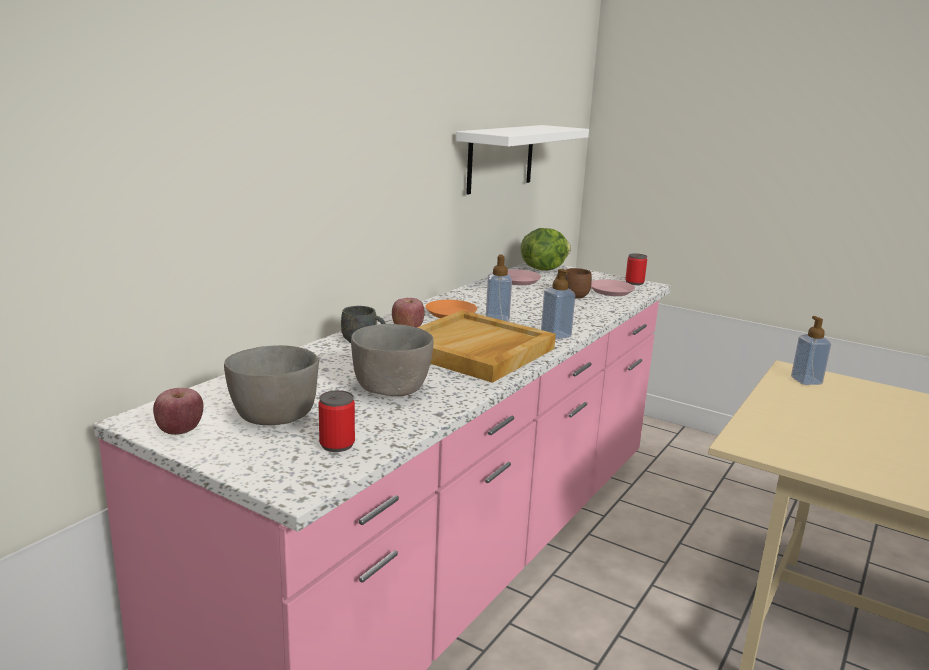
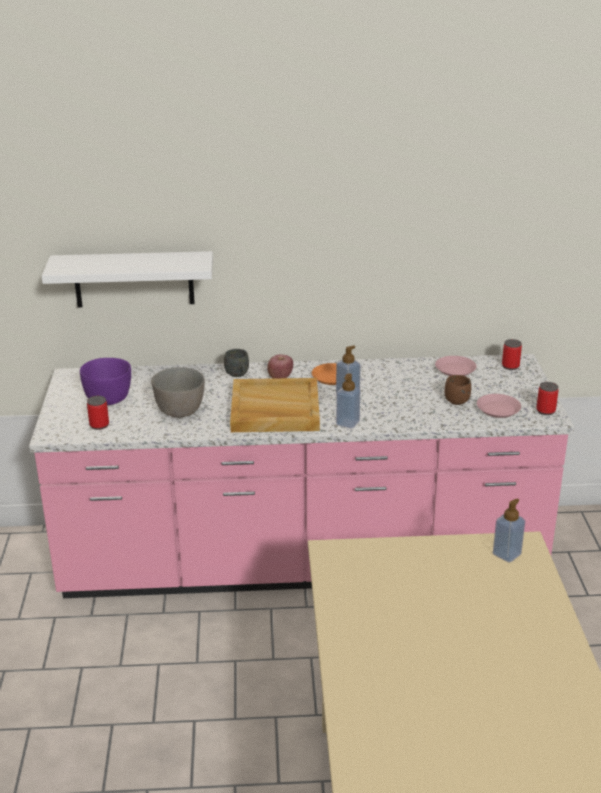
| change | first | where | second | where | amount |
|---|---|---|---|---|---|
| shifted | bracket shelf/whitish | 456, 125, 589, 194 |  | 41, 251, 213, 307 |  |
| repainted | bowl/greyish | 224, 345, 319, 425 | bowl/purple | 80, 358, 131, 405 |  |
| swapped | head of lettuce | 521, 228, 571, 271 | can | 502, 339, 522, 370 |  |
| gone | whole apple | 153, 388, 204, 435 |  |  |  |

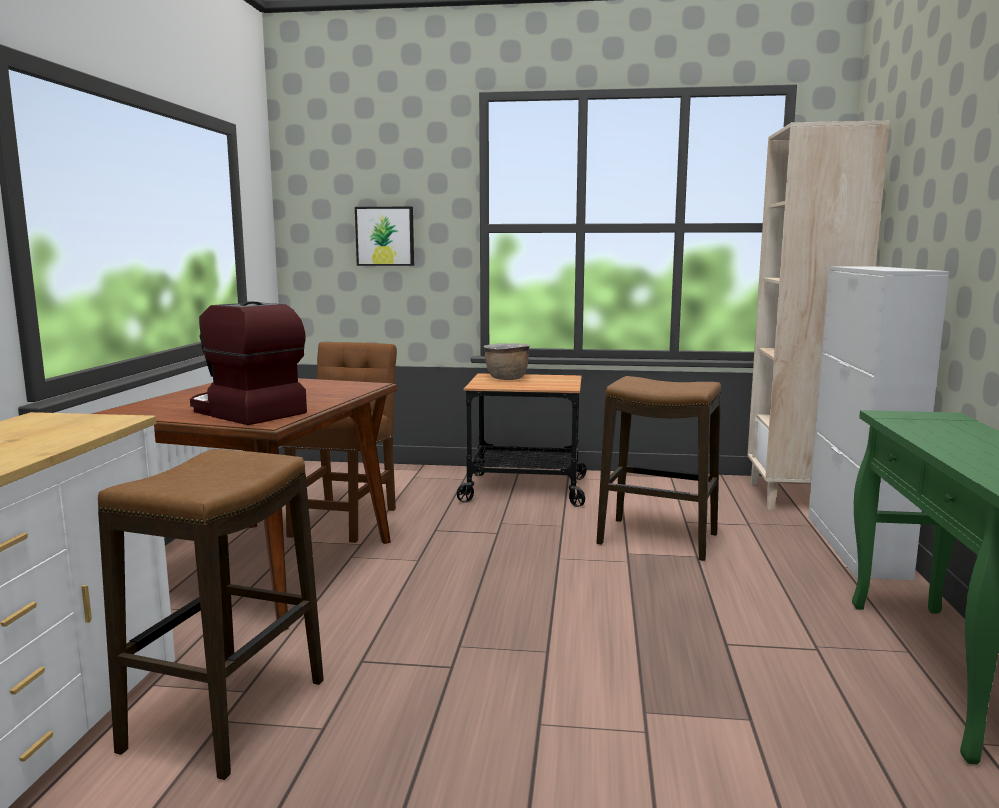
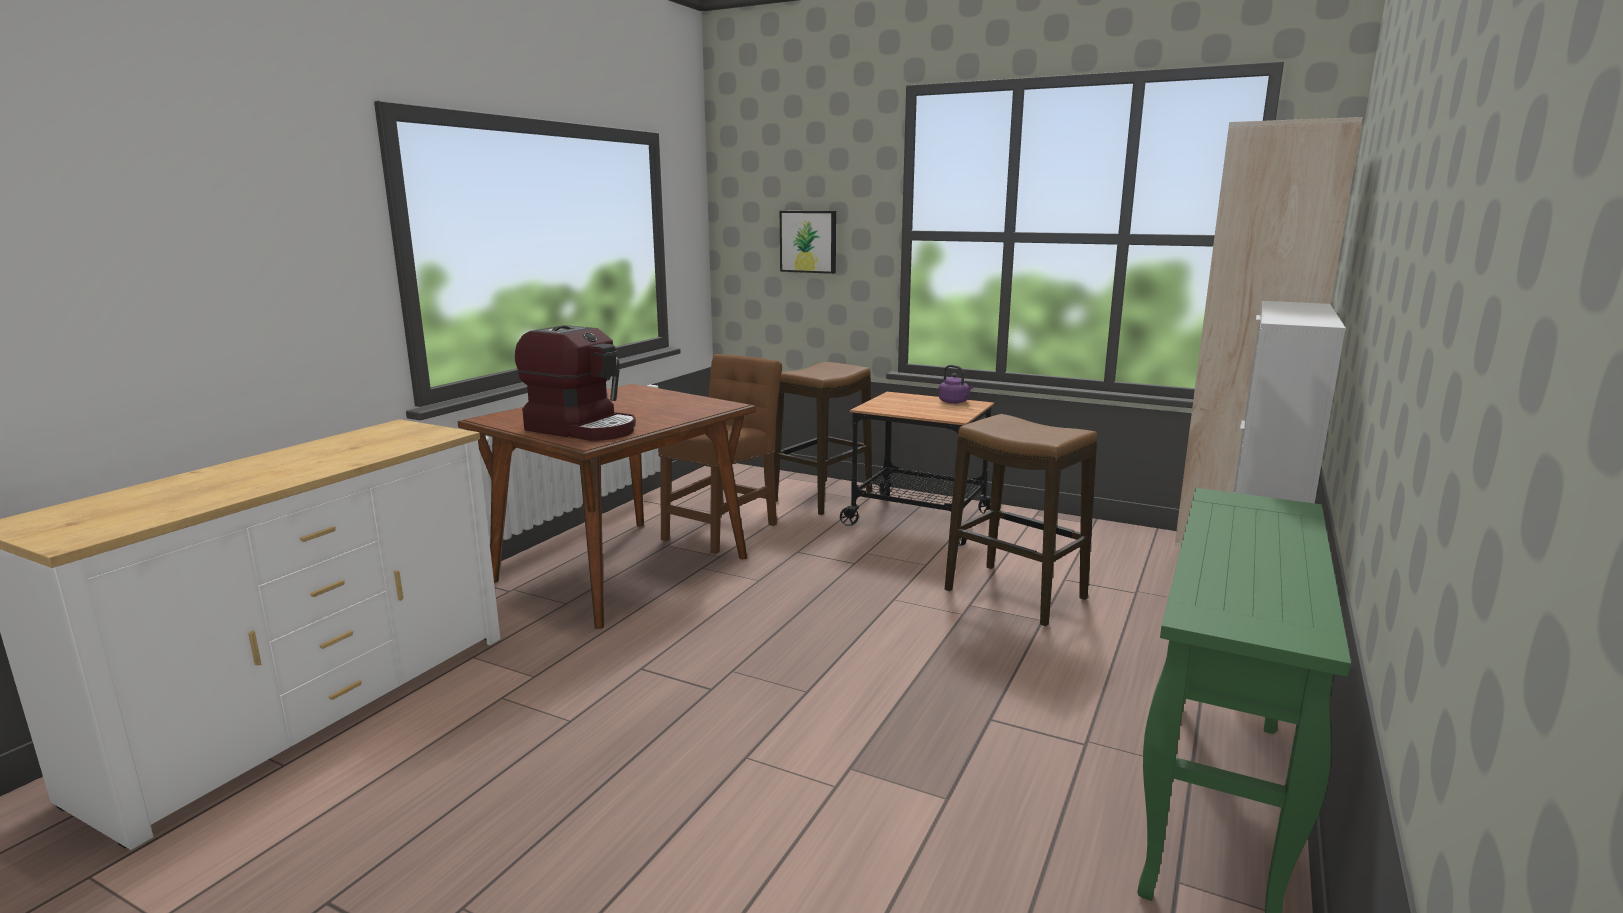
| change | first | where | second | where | amount |
|---|---|---|---|---|---|
| rotated | coffee brewer | 190, 301, 307, 425 |  | 515, 325, 636, 441 | 150 degrees clockwise |
| shifted | stool seat | 98, 449, 324, 780 |  | 774, 362, 872, 515 |  |
| new |  |  | water kettle/purple | 938, 365, 974, 404 |  |
| gone | cooking pot/brownish | 483, 343, 530, 380 |  |  |  |

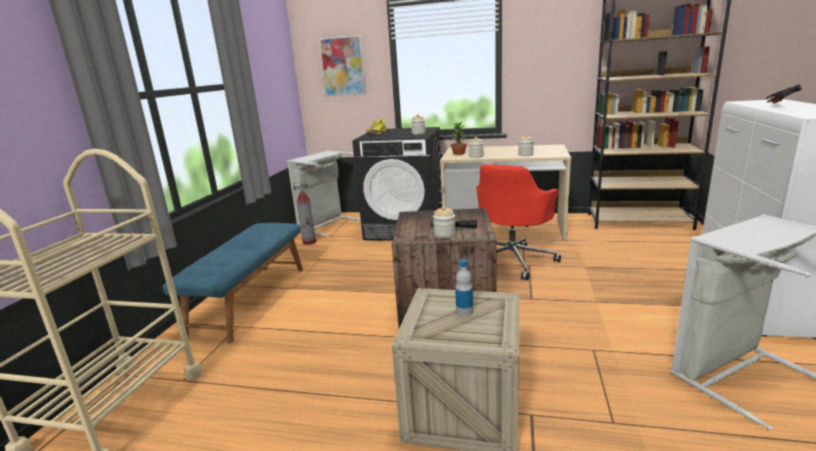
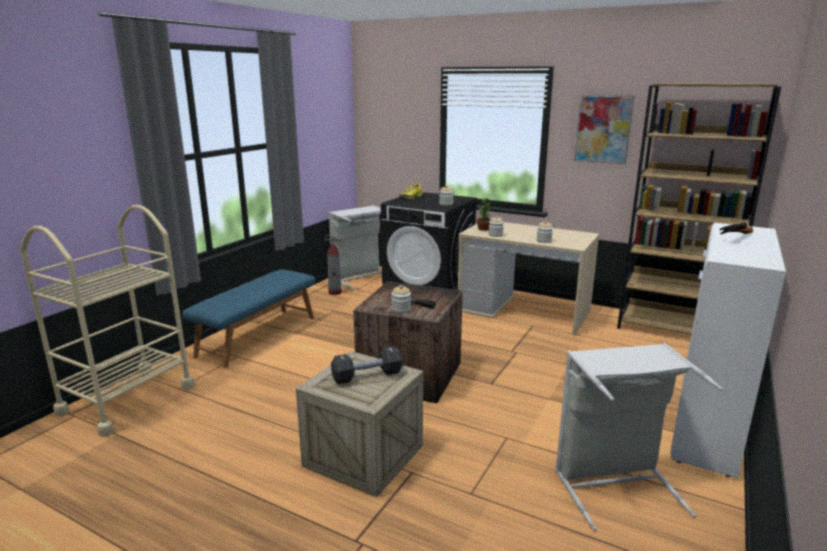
| change | first | where | second | where | amount |
|---|---|---|---|---|---|
| swapped | drink bottle | 455, 259, 473, 316 | free weight/black-coloured | 331, 346, 403, 384 |  |
| shifted | wall picture | 318, 35, 366, 96 |  | 574, 95, 635, 164 |  |
| gone | computer chair/red | 476, 164, 561, 281 |  |  |  |

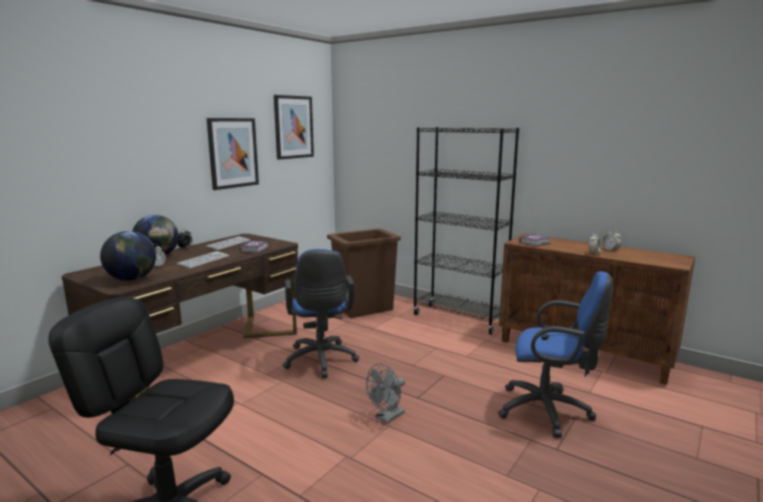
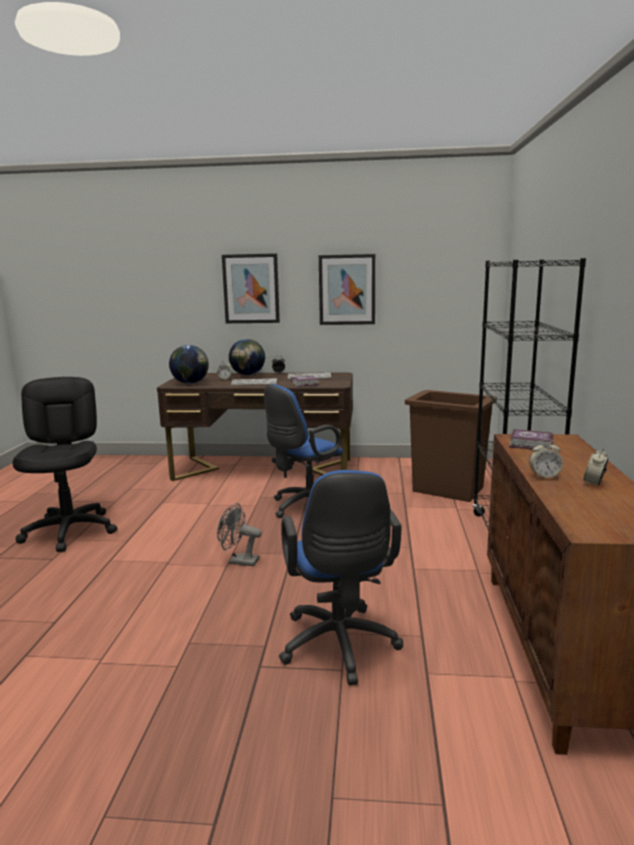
| change | first | where | second | where | amount |
|---|---|---|---|---|---|
| shifted | wall picture | 274, 95, 314, 160 |  | 222, 253, 280, 323 |  |

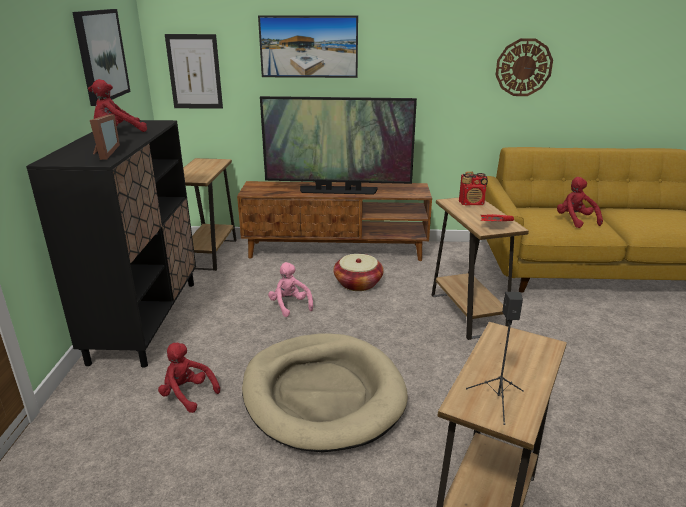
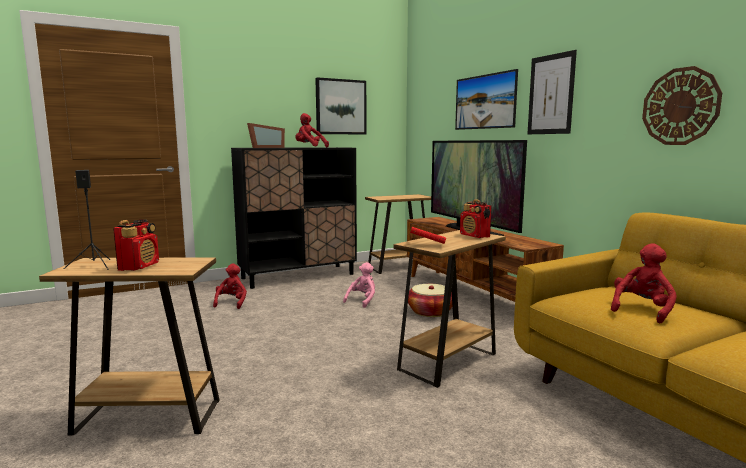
| change | first | where | second | where | amount |
|---|---|---|---|---|---|
| new |  |  | radio | 113, 220, 159, 271 |  |
| shifted | wall picture | 165, 34, 223, 109 |  | 527, 50, 577, 134 |  |
| gone | dog bed/sand-coloured | 242, 333, 408, 452 |  |  |  |

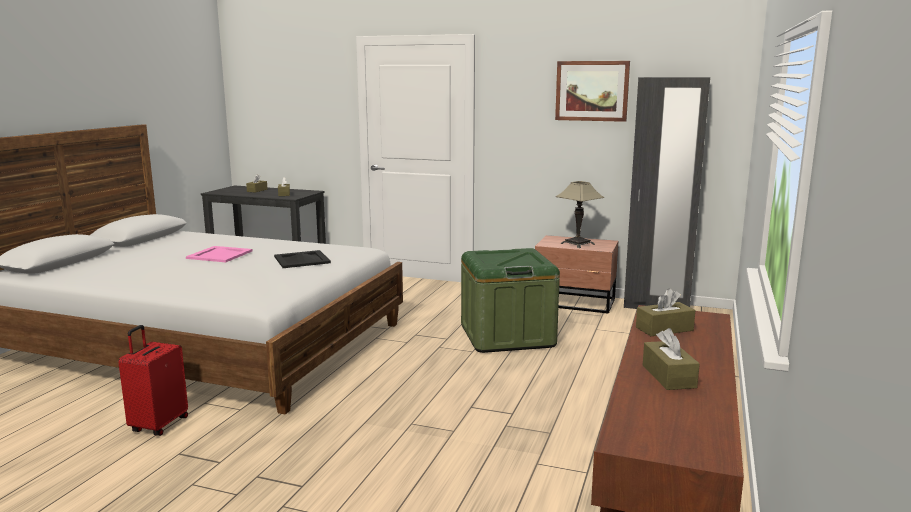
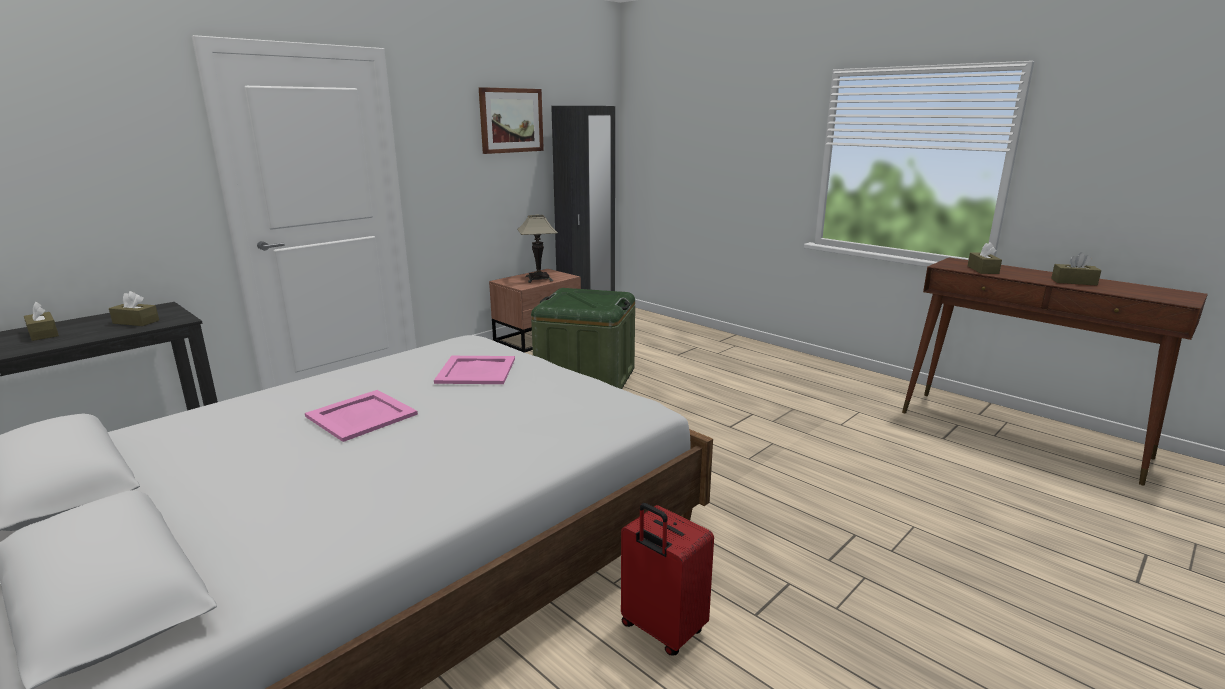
| change | first | where | second | where | amount |
|---|---|---|---|---|---|
| repainted | carrying tray/black-coloured | 274, 250, 331, 268 | carrying tray/pinkish | 434, 356, 515, 384 |  |

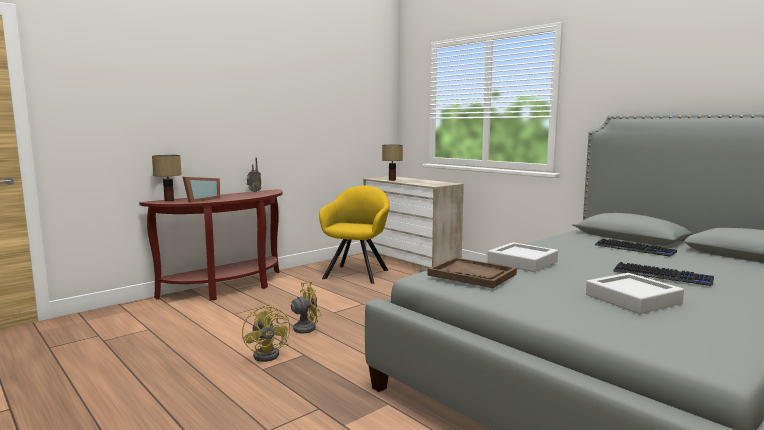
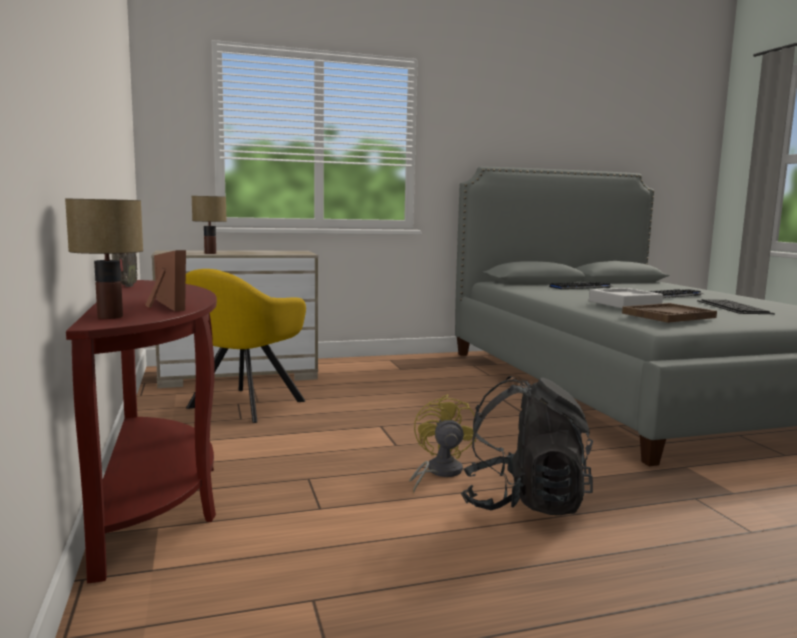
| change | first | where | second | where | amount |
|---|---|---|---|---|---|
| rotated | lounge chair/yellowish | 319, 186, 390, 284 |  | 186, 269, 306, 423 | 105 degrees counterclockwise |
| swapped | cooling fan/yellowish | 242, 304, 290, 362 | backpack/black-coloured | 461, 376, 593, 515 |  |
| swapped | carrying tray/greyish | 586, 273, 684, 314 | computer keyboard | 697, 299, 775, 314 |  |

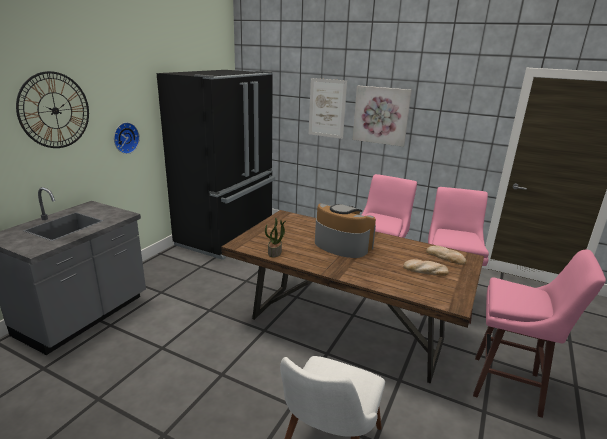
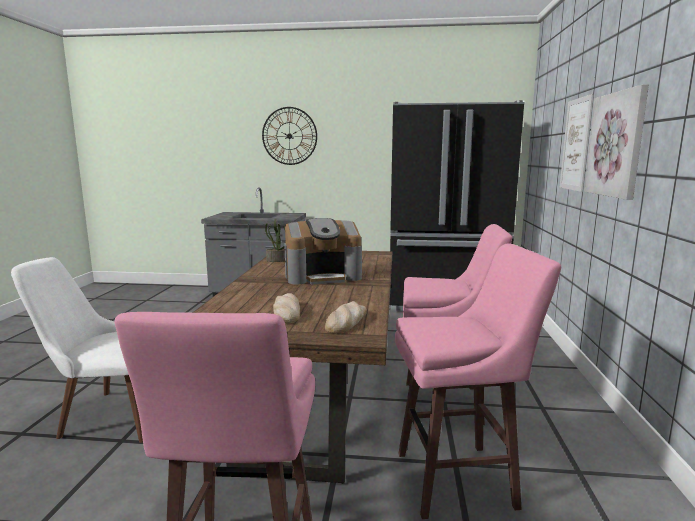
| change | first | where | second | where | amount |
|---|---|---|---|---|---|
| rotated | coffee brewer | 315, 203, 376, 258 |  | 284, 218, 362, 285 | 60 degrees clockwise |
| gone | wall clock | 114, 122, 140, 154 |  |  |  |

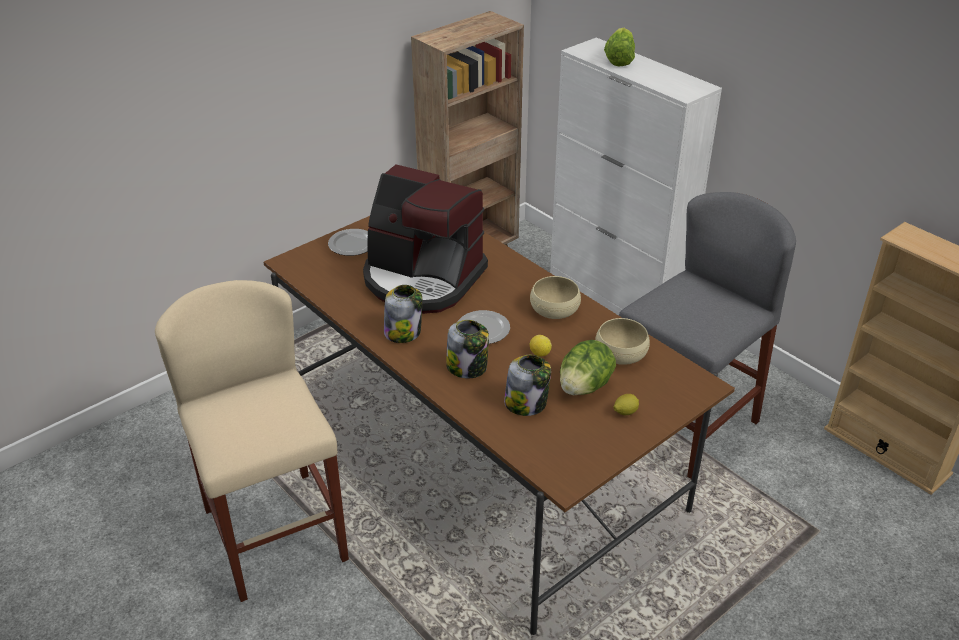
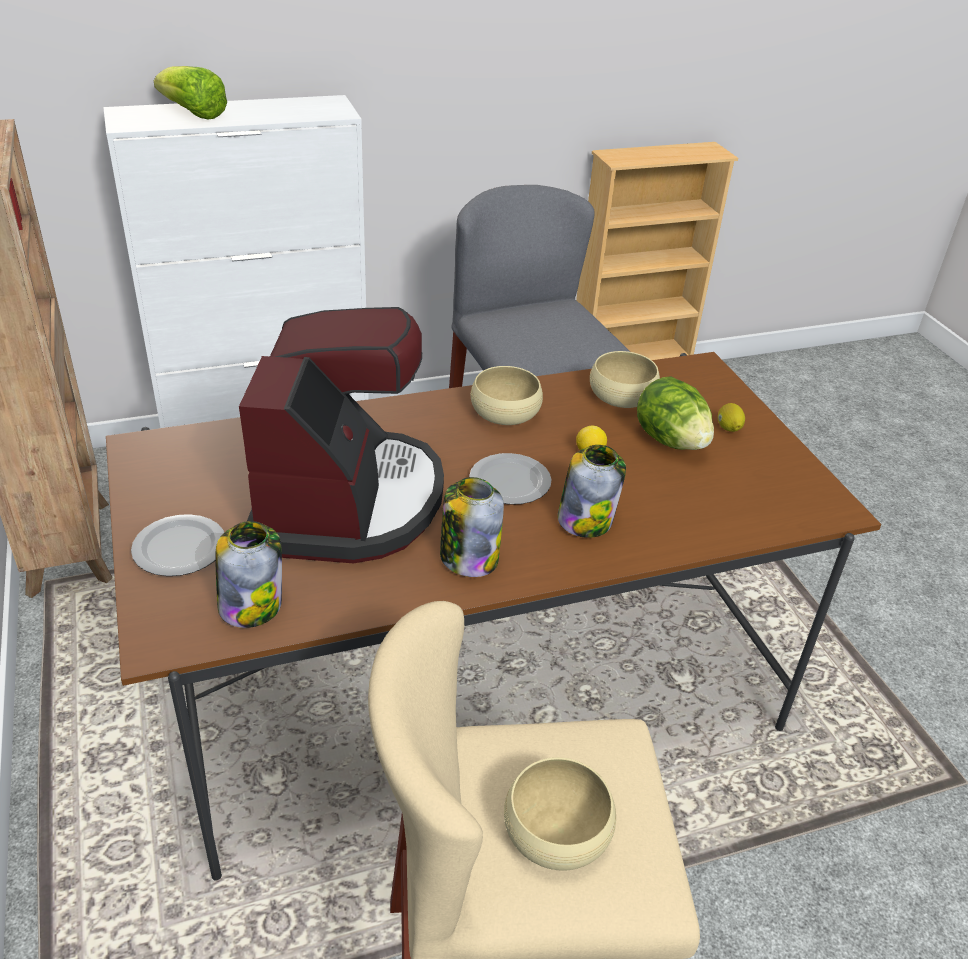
| change | first | where | second | where | amount |
|---|---|---|---|---|---|
| shifted | storage jar | 504, 355, 551, 416 |  | 215, 521, 282, 628 |  |
| rotated | coffee brewer | 363, 164, 488, 314 |  | 239, 307, 444, 563 | 45 degrees counterclockwise |
| new |  |  | bowl/sand-coloured | 504, 757, 616, 871 |  |

